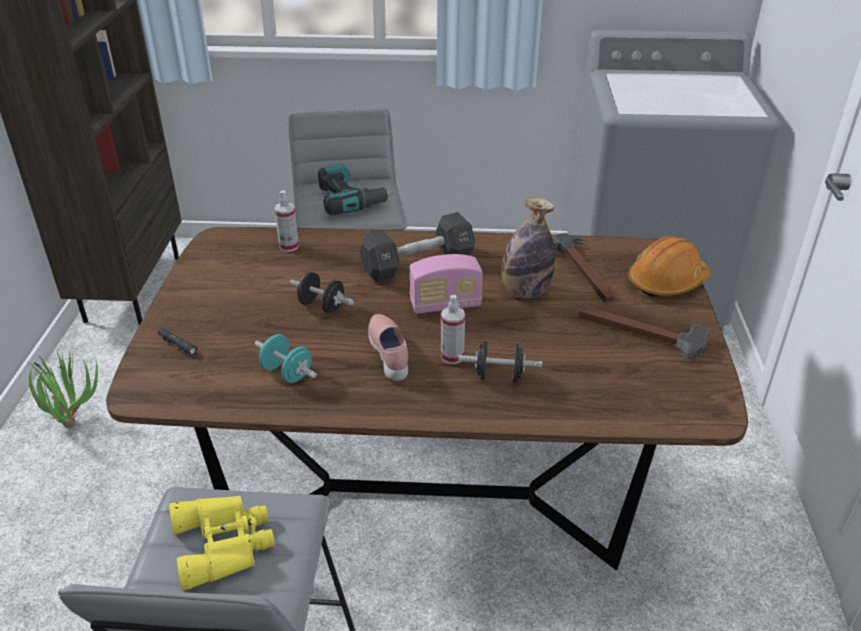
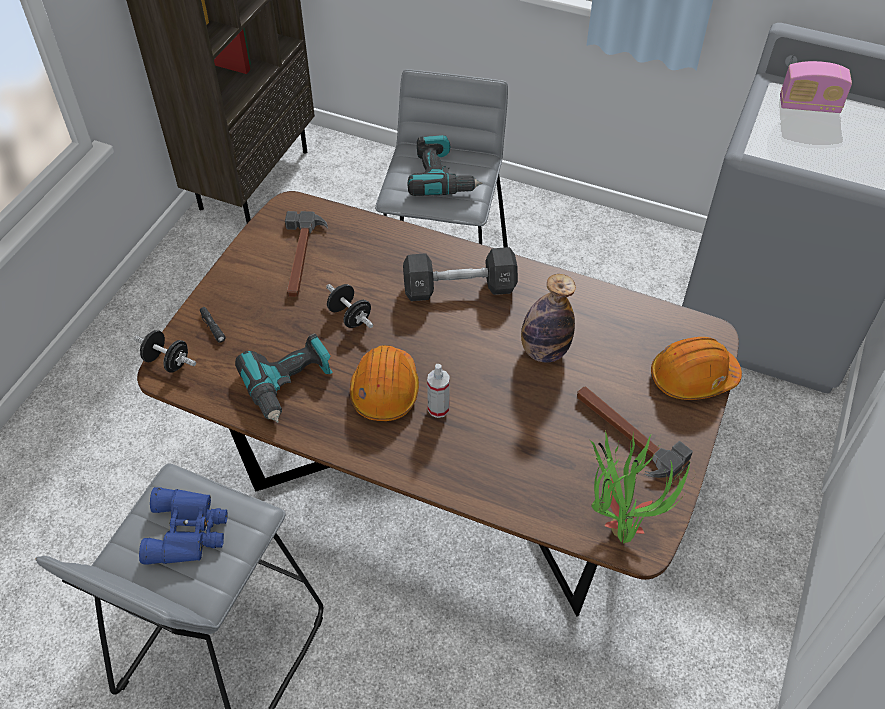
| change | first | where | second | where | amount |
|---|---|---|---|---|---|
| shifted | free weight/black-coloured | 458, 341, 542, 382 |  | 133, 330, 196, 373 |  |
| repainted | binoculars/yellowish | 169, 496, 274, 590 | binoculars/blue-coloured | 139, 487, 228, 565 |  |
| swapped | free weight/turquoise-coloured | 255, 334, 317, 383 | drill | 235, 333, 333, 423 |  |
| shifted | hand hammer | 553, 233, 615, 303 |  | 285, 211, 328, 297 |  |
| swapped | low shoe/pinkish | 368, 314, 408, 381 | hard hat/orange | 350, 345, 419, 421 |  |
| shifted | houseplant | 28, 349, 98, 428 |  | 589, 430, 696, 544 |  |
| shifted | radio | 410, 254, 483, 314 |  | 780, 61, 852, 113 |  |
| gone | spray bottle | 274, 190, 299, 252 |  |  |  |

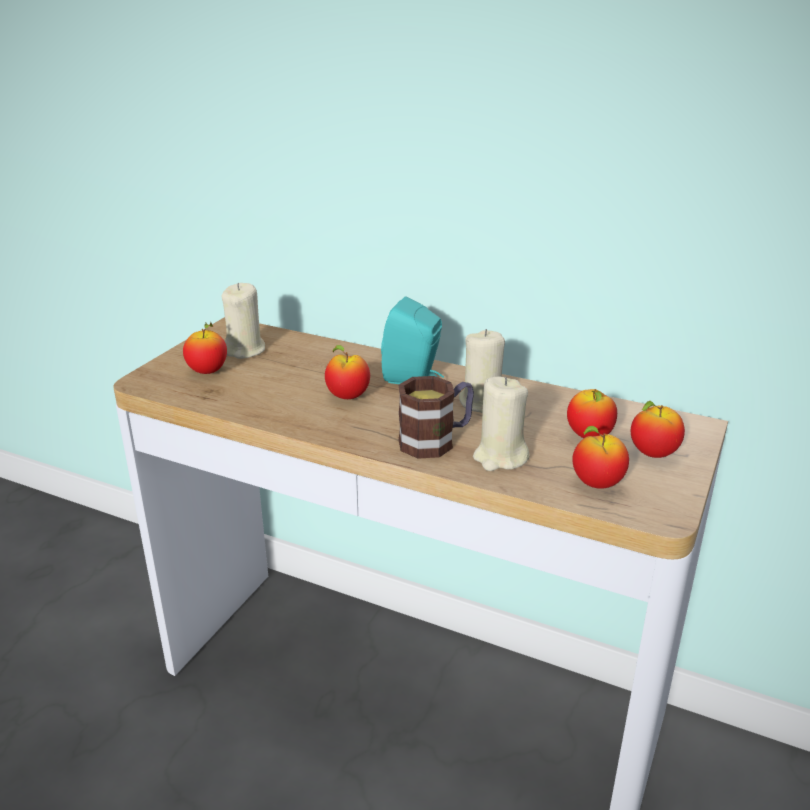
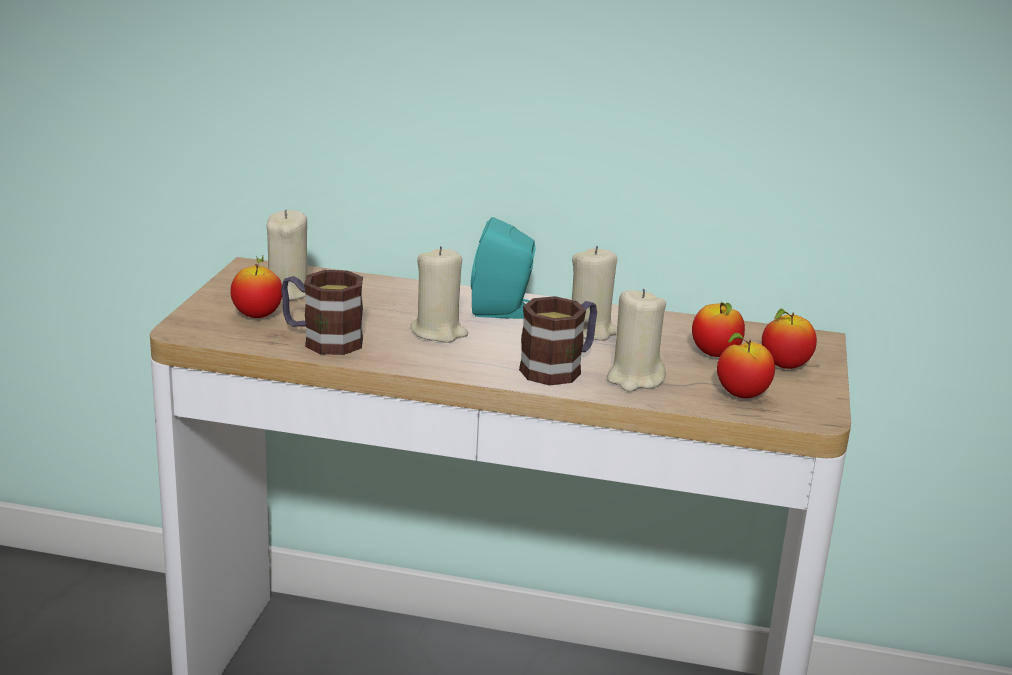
| change | first | where | second | where | amount |
|---|---|---|---|---|---|
| new |  |  | coffee mug | 281, 270, 363, 355 |  |
| swapped | whole apple | 325, 345, 370, 399 | wax light/sand-coloured | 411, 246, 468, 343 |  |

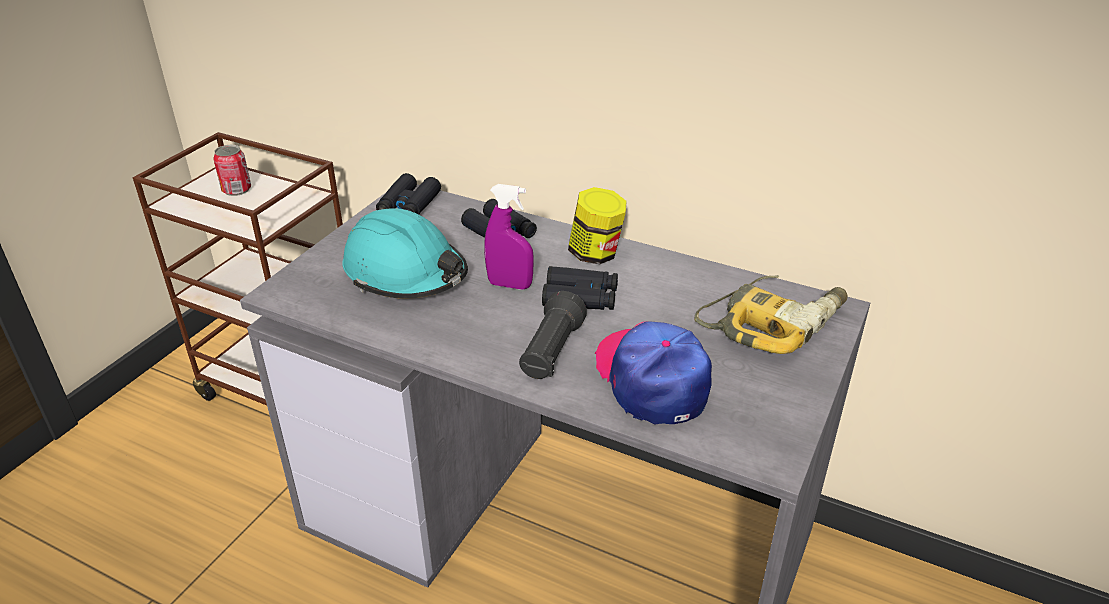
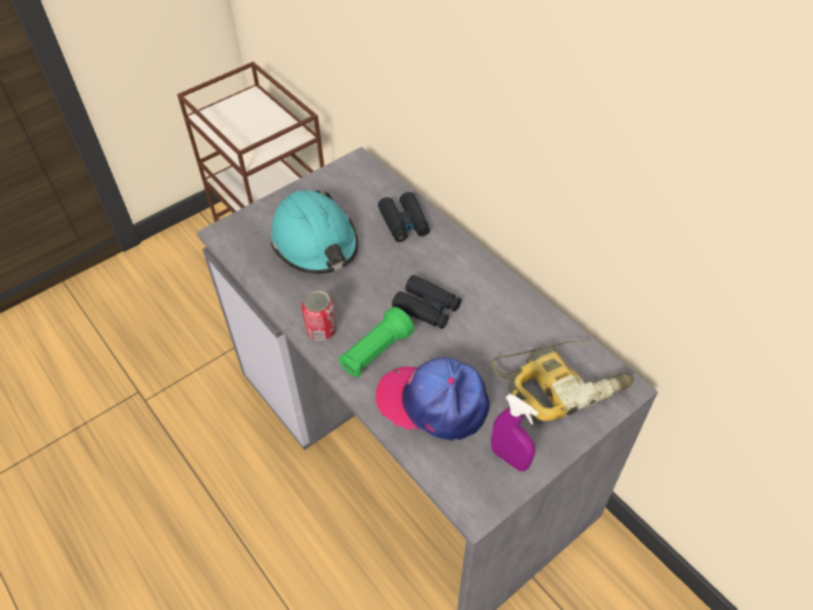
| change | first | where | second | where | amount |
|---|---|---|---|---|---|
| shifted | can | 213, 145, 251, 196 |  | 301, 291, 337, 340 |  |
| repainted | hand torch/black-coloured | 519, 291, 587, 379 | hand torch/green-coloured | 339, 307, 414, 378 |  |
| rotated | baseball cap | 594, 321, 712, 425 |  | 376, 357, 489, 441 | 75 degrees counterclockwise |
| shifted | spray bottle/purple | 484, 184, 534, 290 |  | 491, 394, 539, 471 |  |
| gone | binoculars/black-coloured | 376, 173, 441, 214 |  |  |  |
| gone | storage jar | 568, 187, 627, 264 |  |  |  |

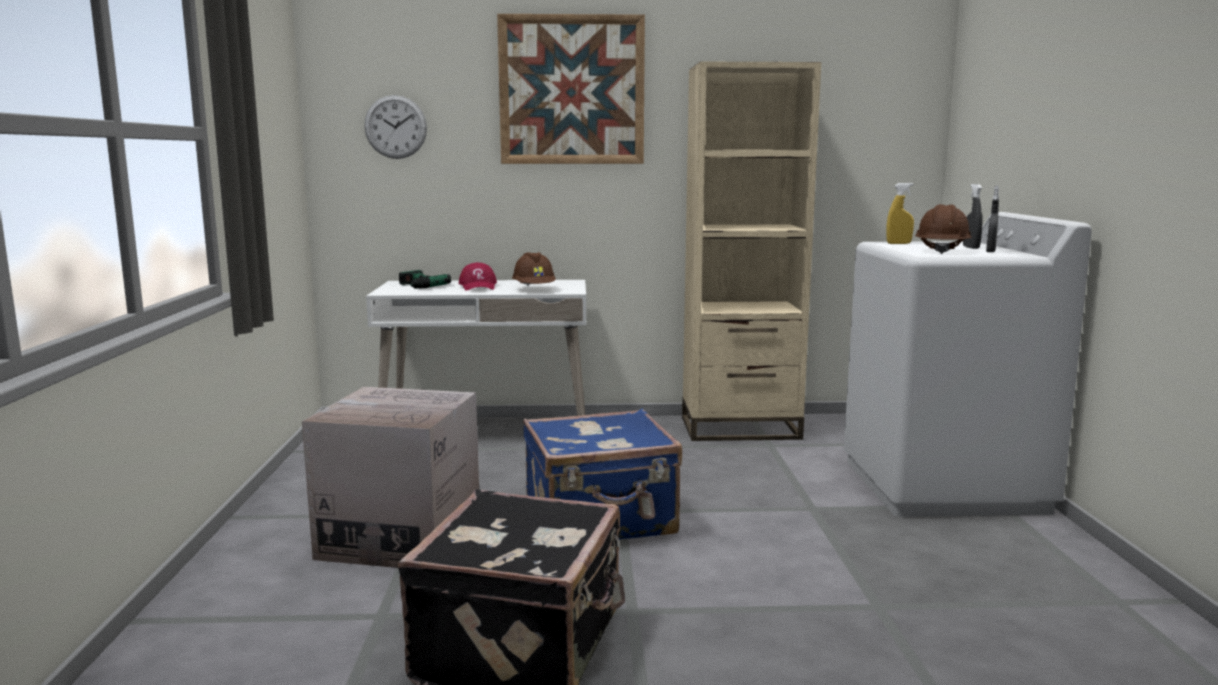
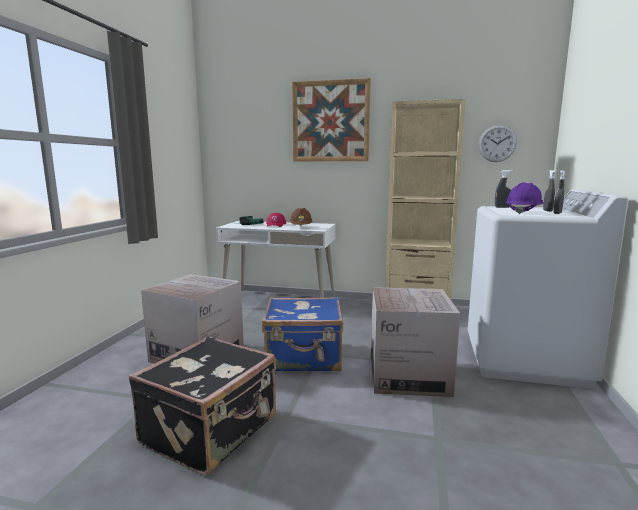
| change | first | where | second | where | amount |
|---|---|---|---|---|---|
| new |  |  | cardboard box | 371, 287, 460, 397 |  |
| shifted | wall clock | 364, 95, 427, 159 |  | 478, 125, 517, 162 |  |
| repainted | spray bottle/yellowish | 886, 183, 914, 244 | spray bottle/greyish | 495, 170, 513, 208 |  |
| repainted | hard hat/brownish | 915, 204, 972, 254 | hard hat/purple | 506, 183, 543, 214 |  |

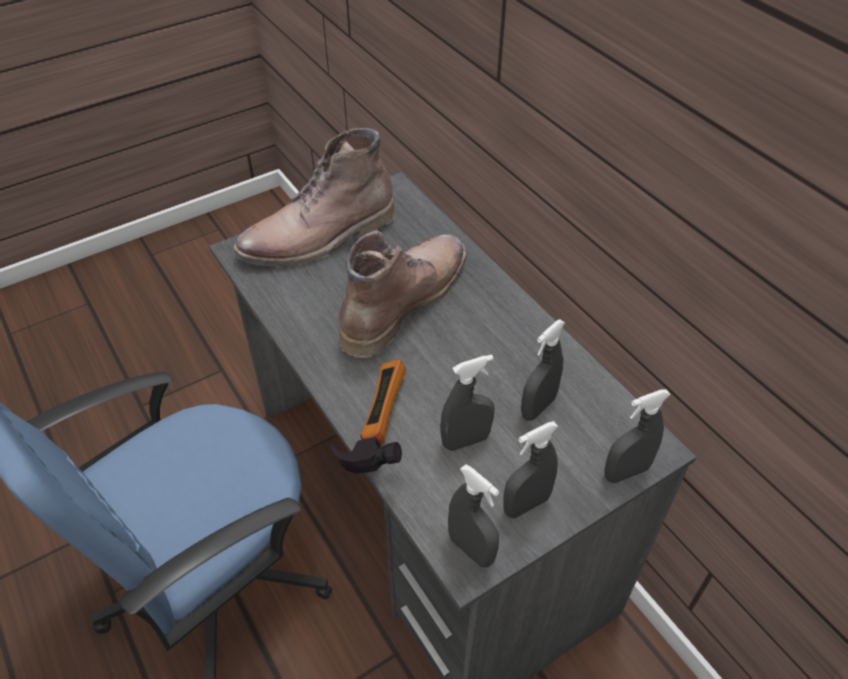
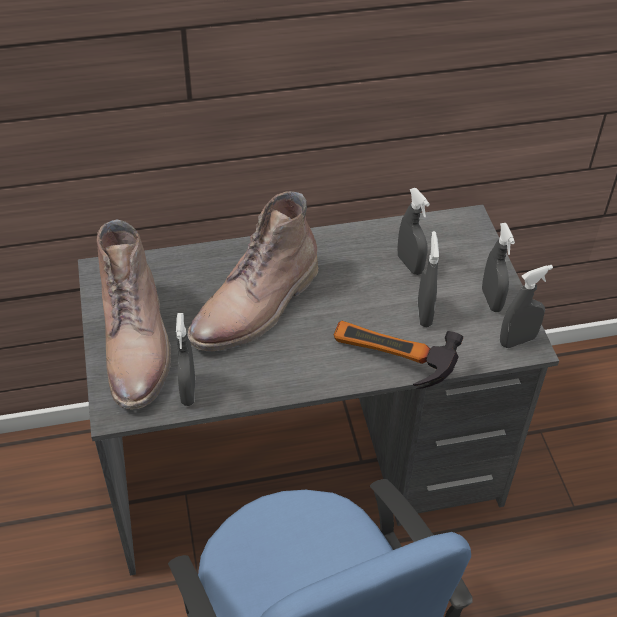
| change | first | where | second | where | amount |
|---|---|---|---|---|---|
| shifted | spray bottle/greyish | 605, 389, 671, 483 |  | 176, 313, 195, 406 |  |
| rotated | high-top boot/brownish | 338, 230, 466, 358 |  | 187, 191, 318, 351 | 105 degrees counterclockwise |

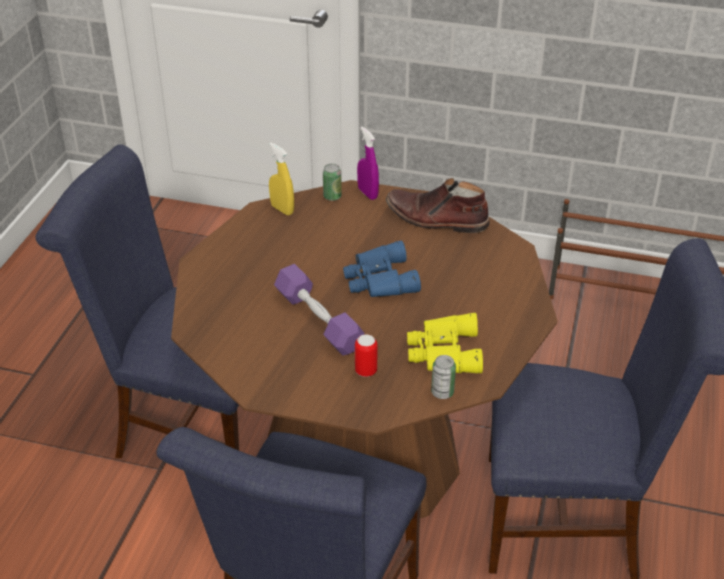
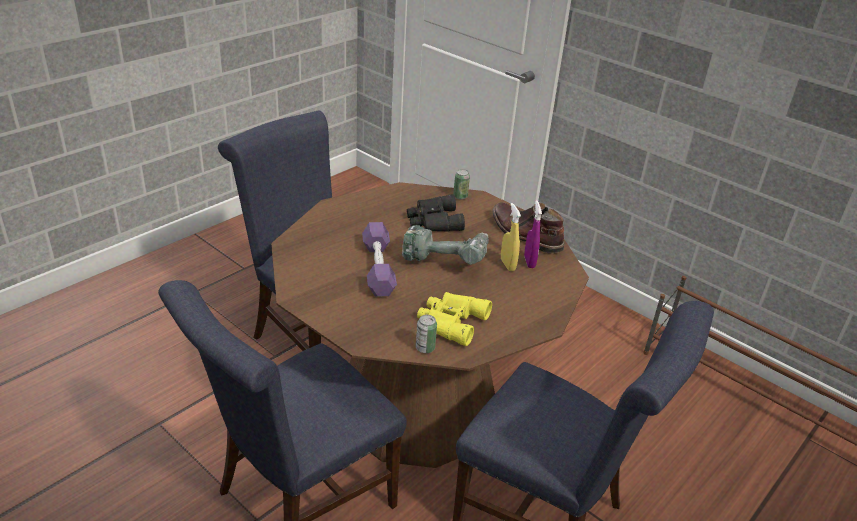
| change | first | where | second | where | amount |
|---|---|---|---|---|---|
| swapped | binoculars/blue-coloured | 343, 241, 421, 297 | drill | 402, 225, 489, 265 |  |
| new |  |  | binoculars/black-coloured | 407, 194, 465, 232 |  |
| shifted | spray bottle/yellowish | 269, 143, 294, 215 |  | 501, 203, 521, 271 |  |
| shifted | spray bottle/purple | 357, 127, 379, 200 |  | 524, 200, 542, 268 |  |
| gone | can | 355, 334, 378, 377 |  |  |  |

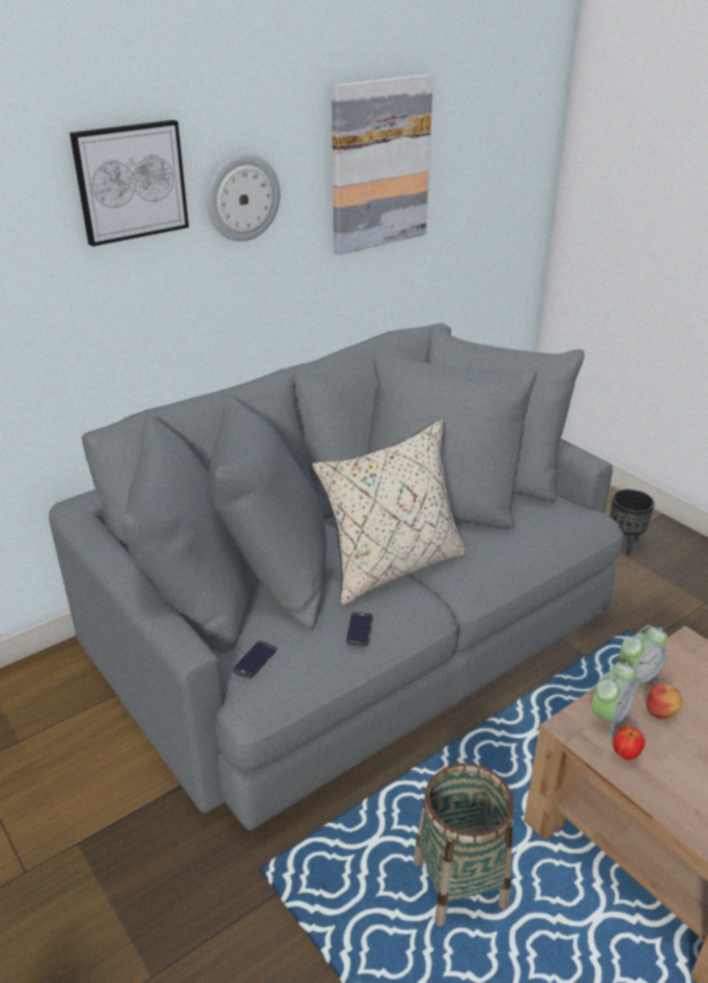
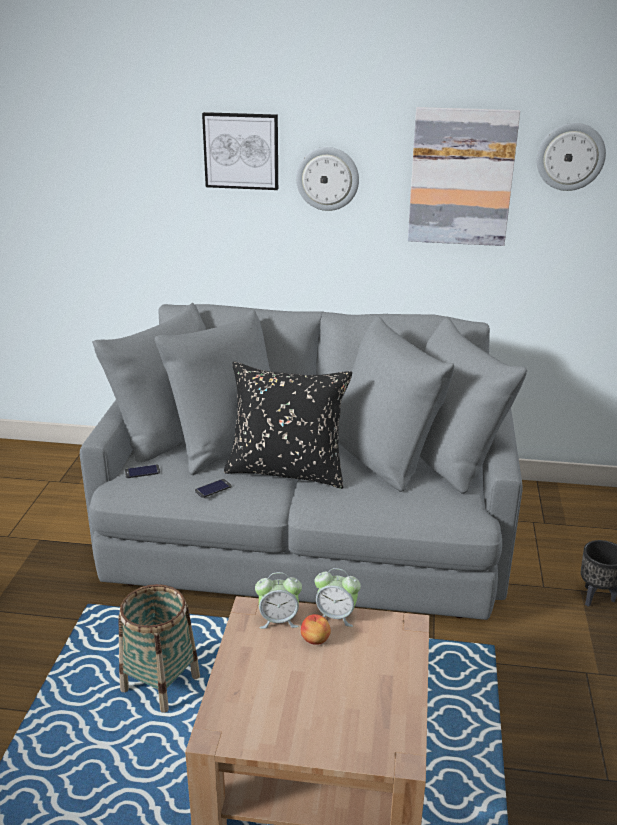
| change | first | where | second | where | amount |
|---|---|---|---|---|---|
| repainted | cushion/sand-coloured | 312, 419, 466, 606 | cushion/black-coloured | 224, 362, 352, 489 |  |
| new |  |  | wall clock | 537, 123, 606, 191 |  |
| gone | whole apple | 613, 726, 645, 761 |  |  |  |

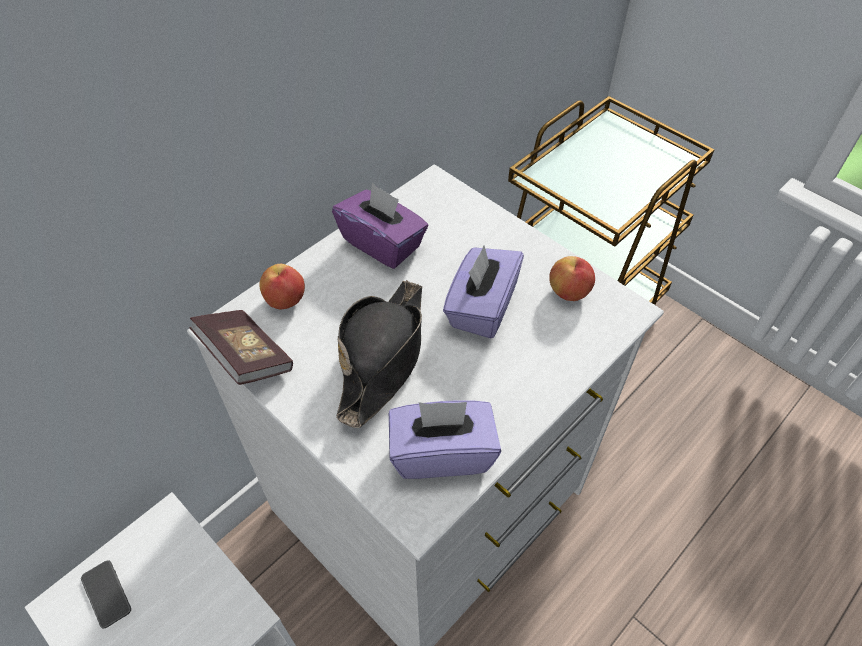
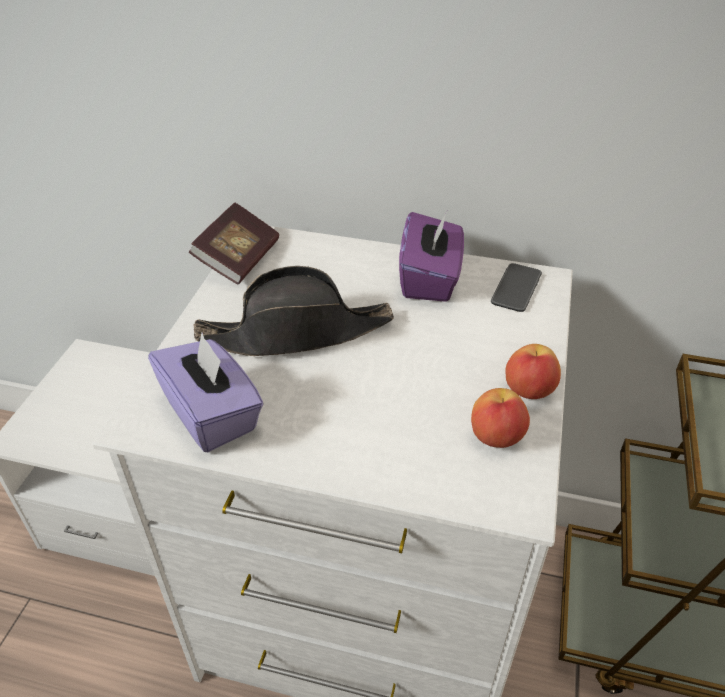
| change | first | where | second | where | amount |
|---|---|---|---|---|---|
| shifted | handset | 81, 560, 131, 629 |  | 491, 263, 542, 312 |  |
| shifted | whole apple | 259, 264, 305, 309 |  | 505, 344, 561, 399 |  |
| gone | tissue holder/purple | 443, 245, 524, 339 |  |  |  |

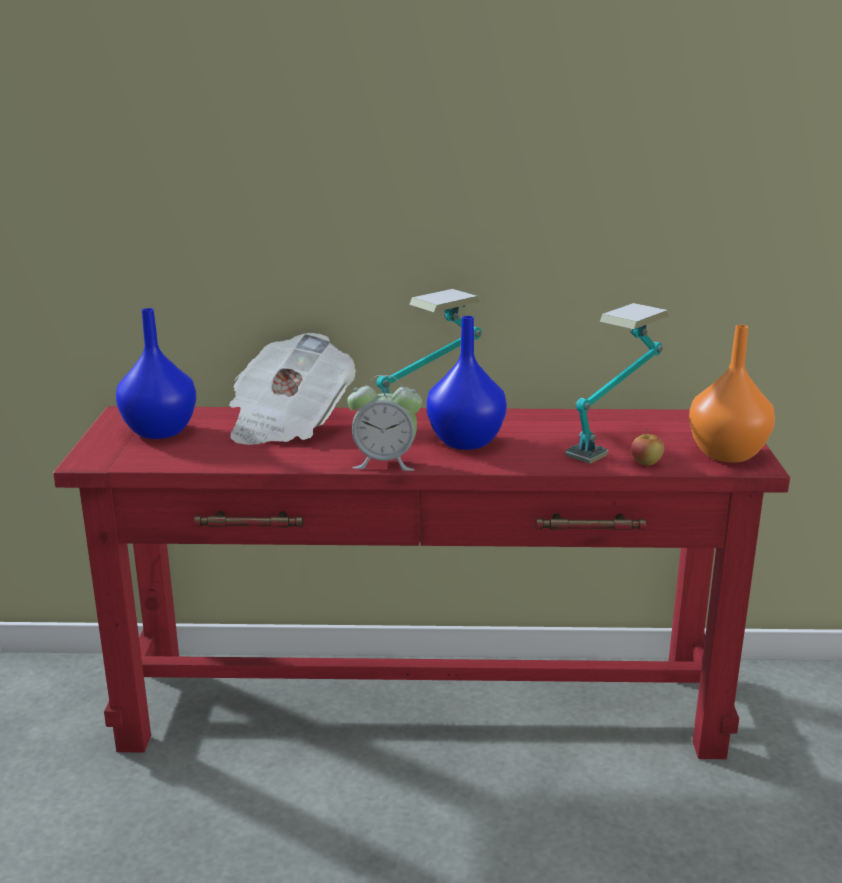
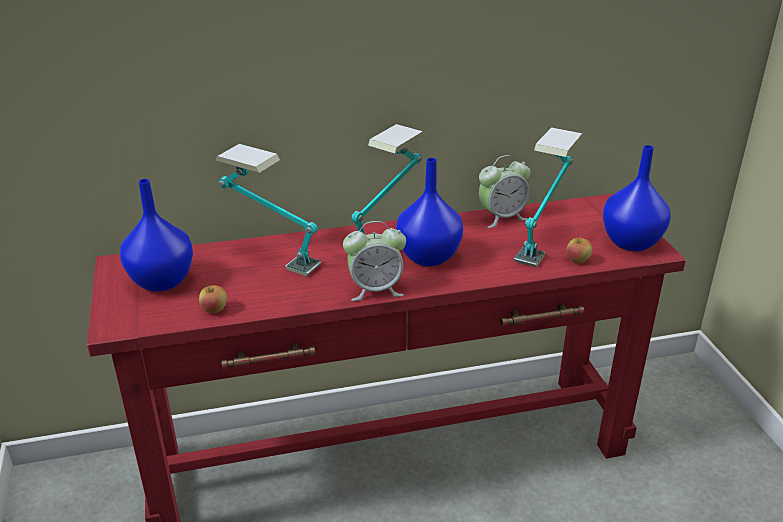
| change | first | where | second | where | amount |
|---|---|---|---|---|---|
| new |  |  | whole apple | 199, 283, 227, 313 |  |
| swapped | daily paper | 229, 333, 356, 445 | lamp for a table | 215, 144, 321, 276 |  |
| new |  |  | alarm clock | 479, 155, 530, 228 |  |
| repainted | decorative vase/orange | 689, 325, 775, 463 | decorative vase/blue-coloured | 603, 145, 671, 251 |  |

